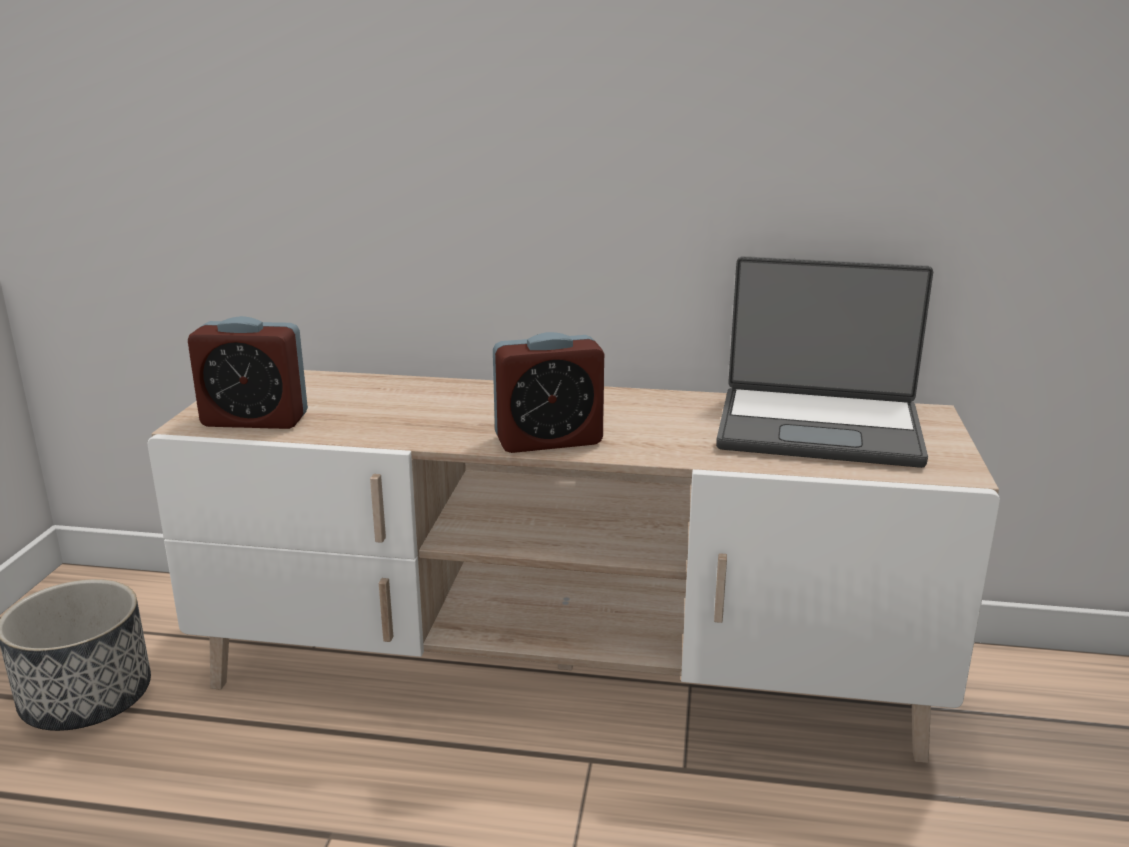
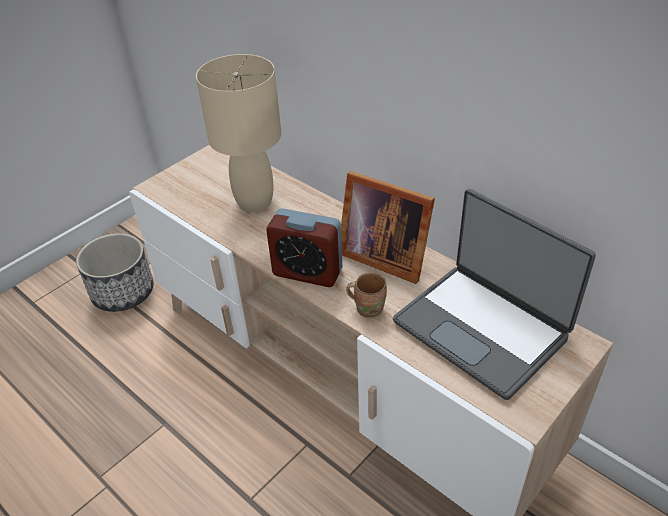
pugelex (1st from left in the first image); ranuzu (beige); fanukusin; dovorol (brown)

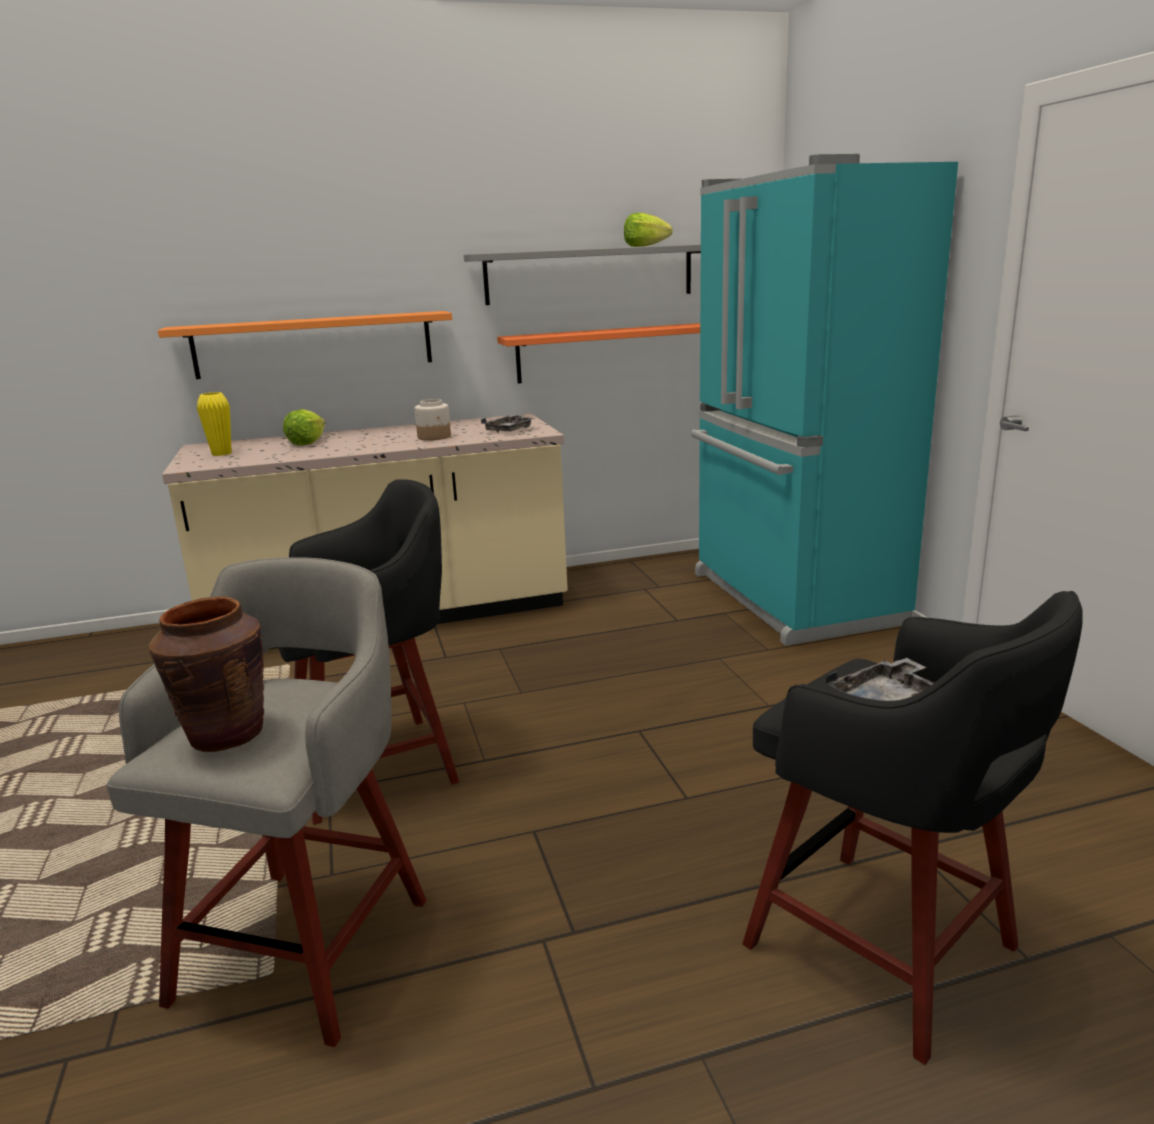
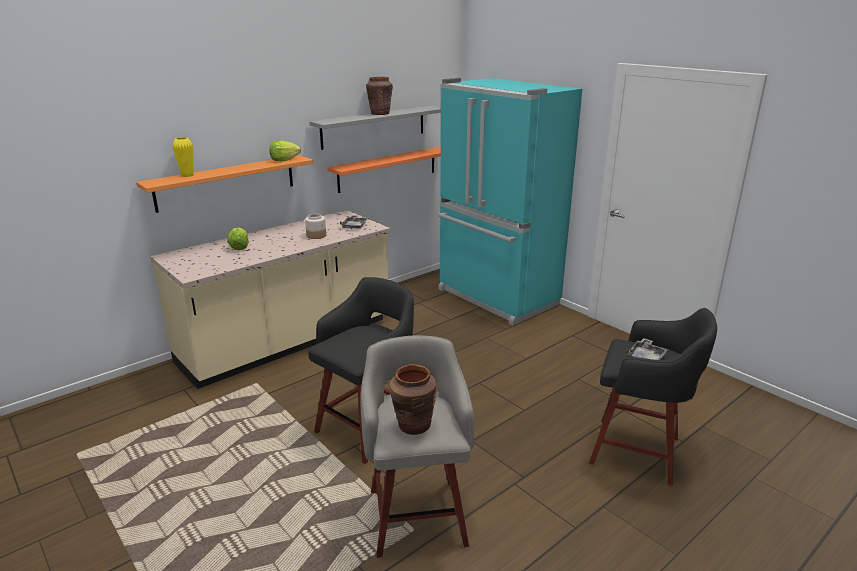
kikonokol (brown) (1st from left); kikonokol (yellow); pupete (2nd from left)

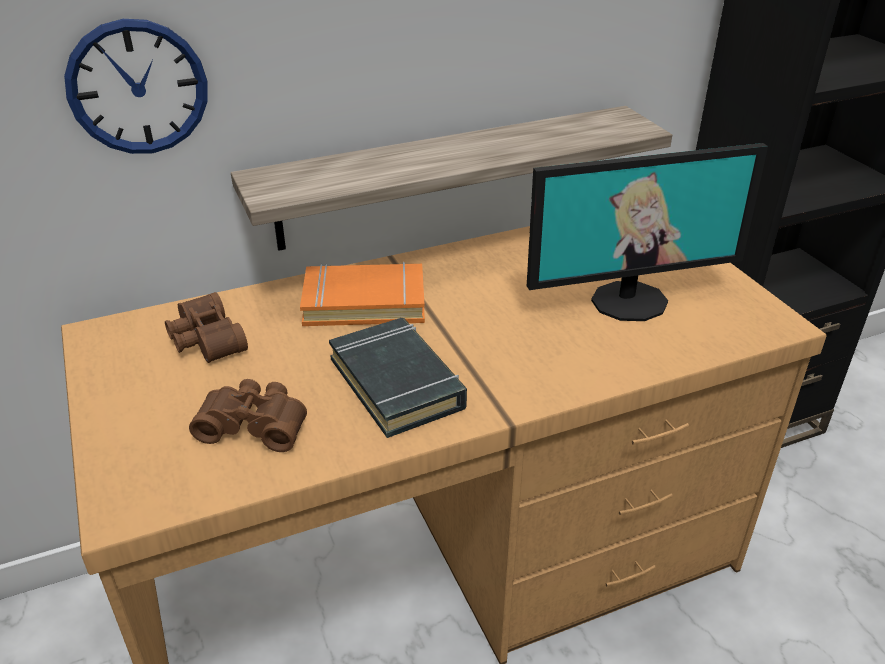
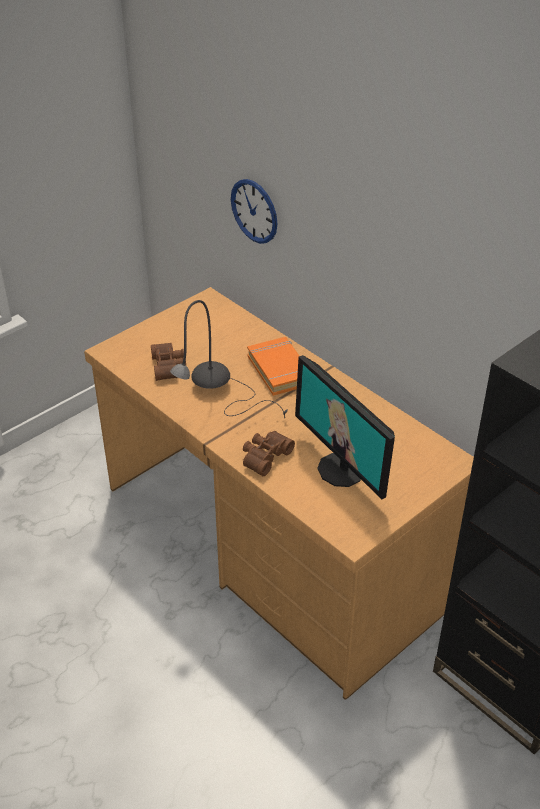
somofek; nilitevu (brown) (2nd from left); ranuzu (grey)

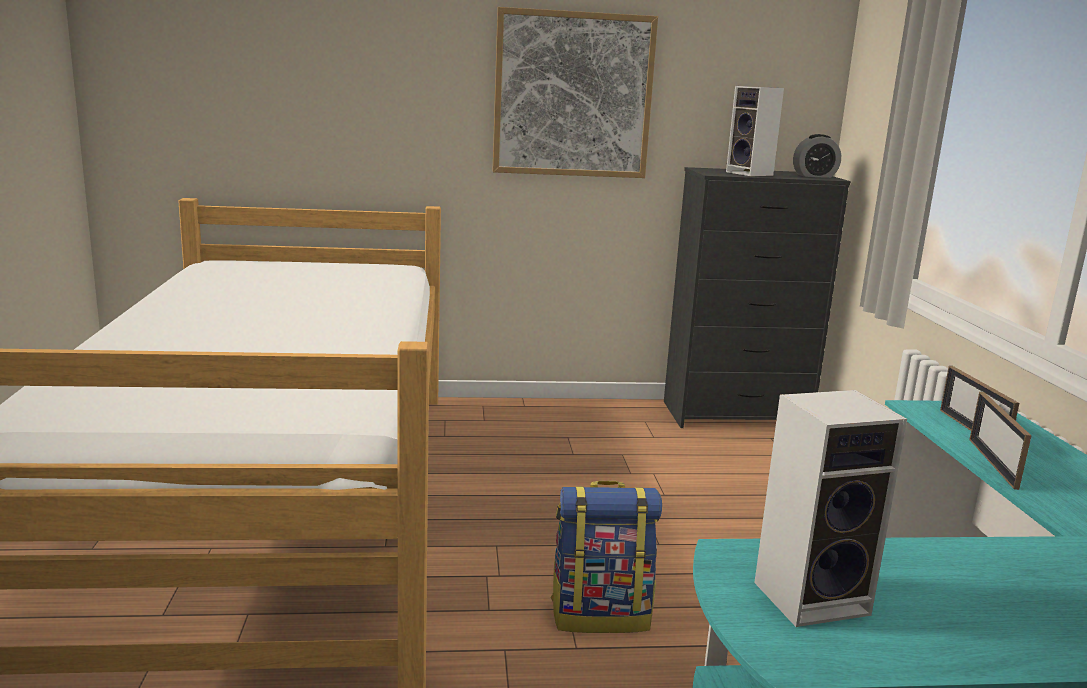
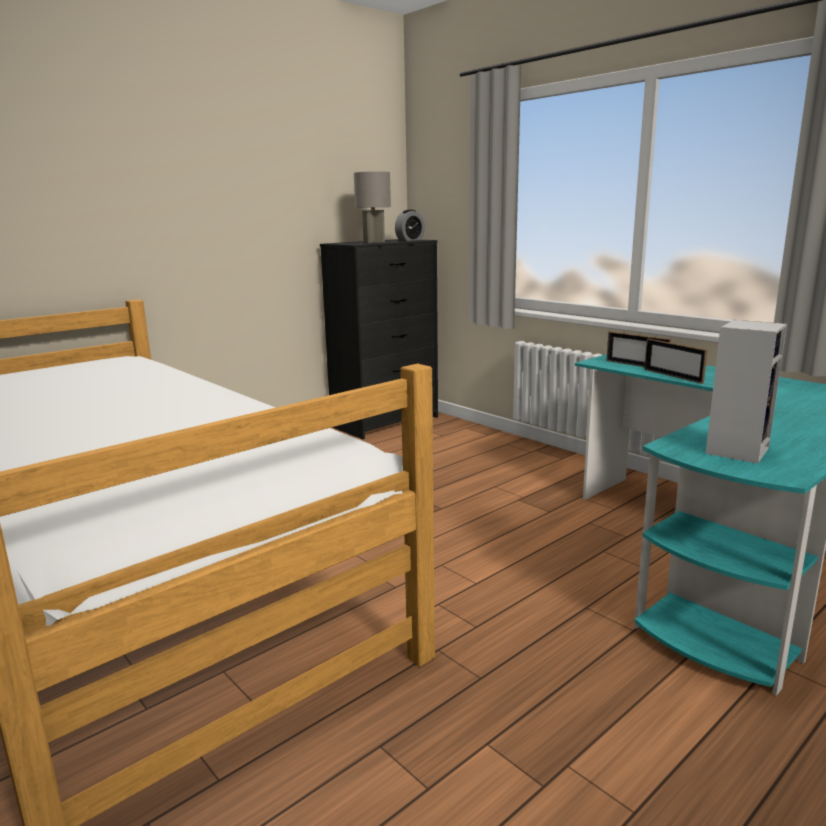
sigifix; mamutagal; ranuzu (grey)

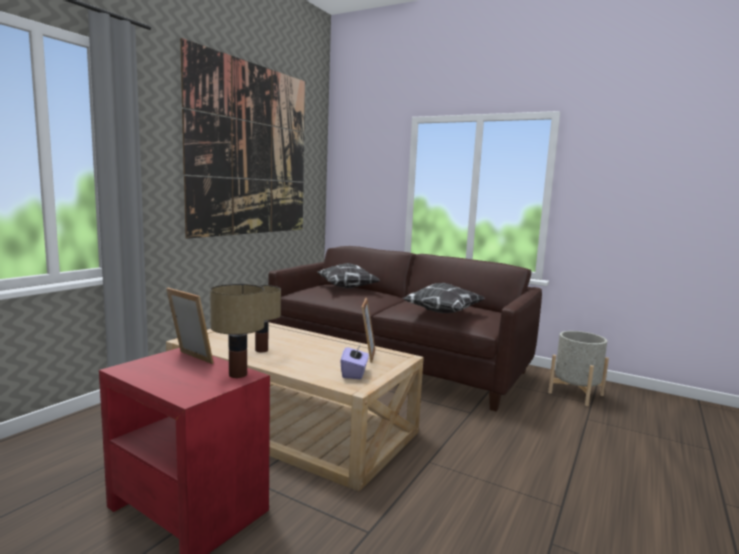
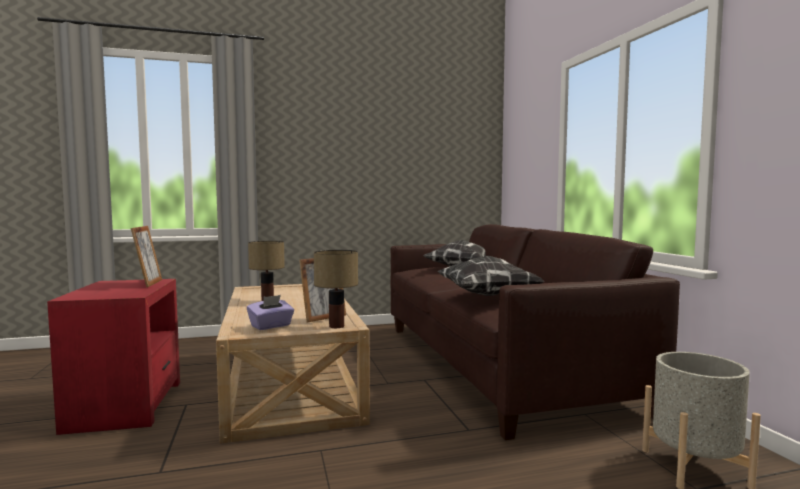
sigifix; ranuzu (2nd from left)

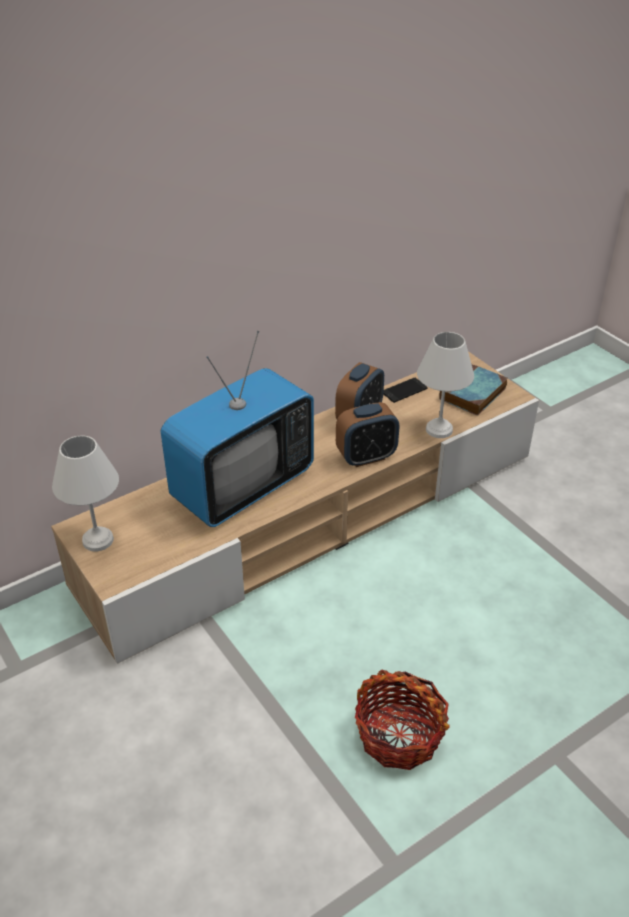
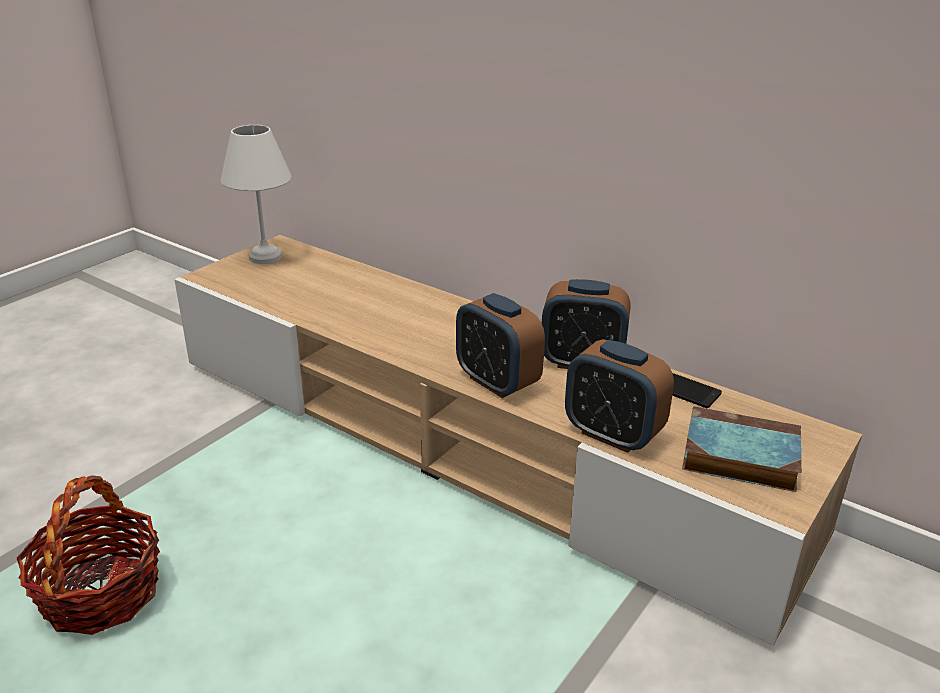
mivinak; pugelex (3rd from left)

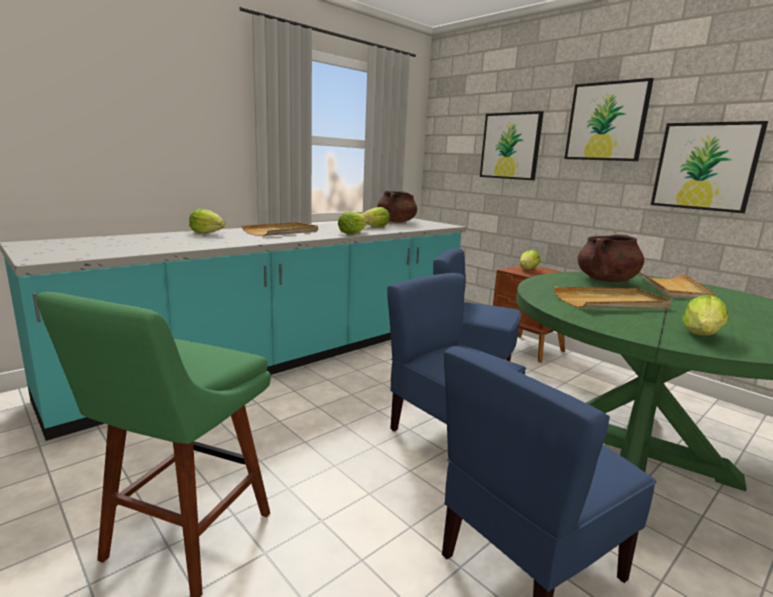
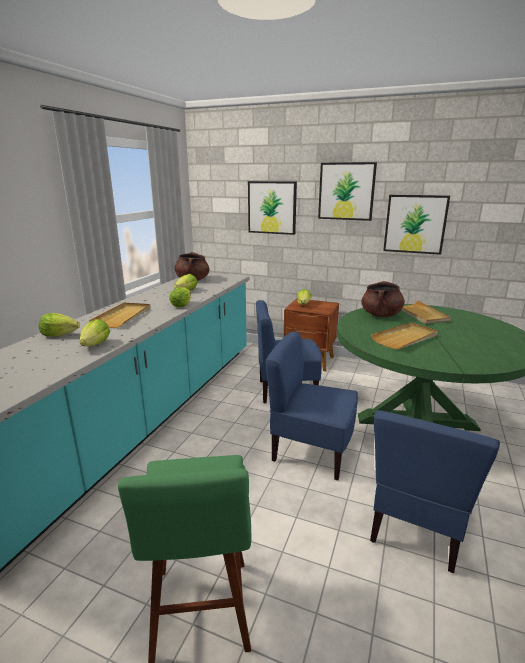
pupete (2nd from left)

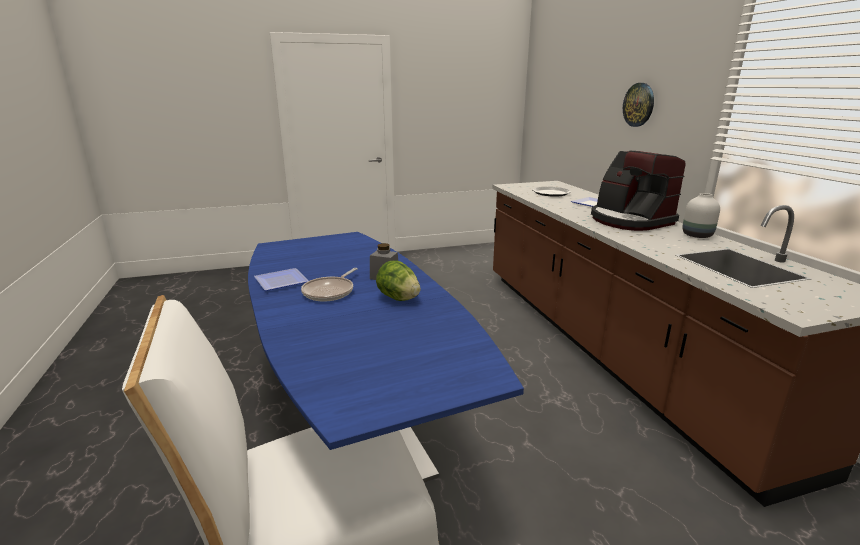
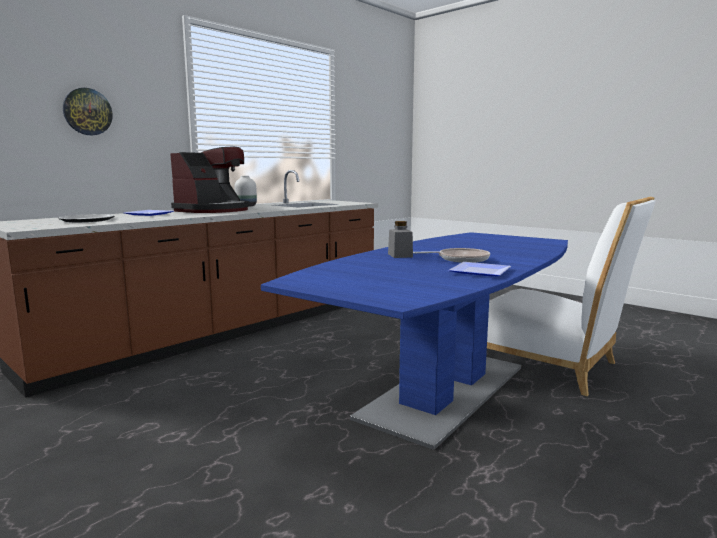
pupete

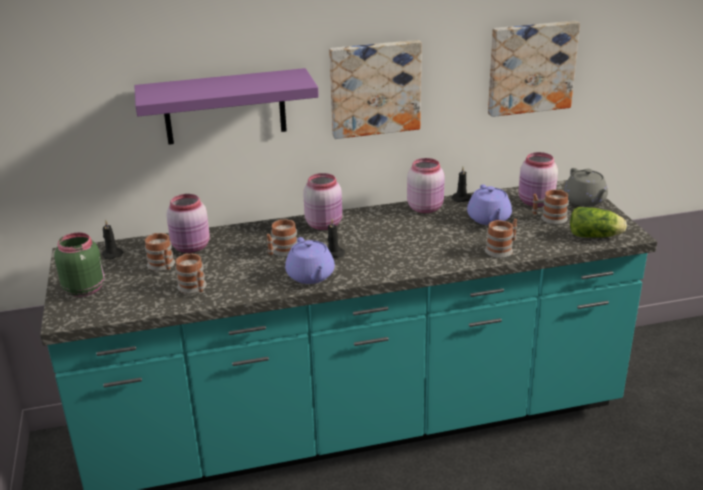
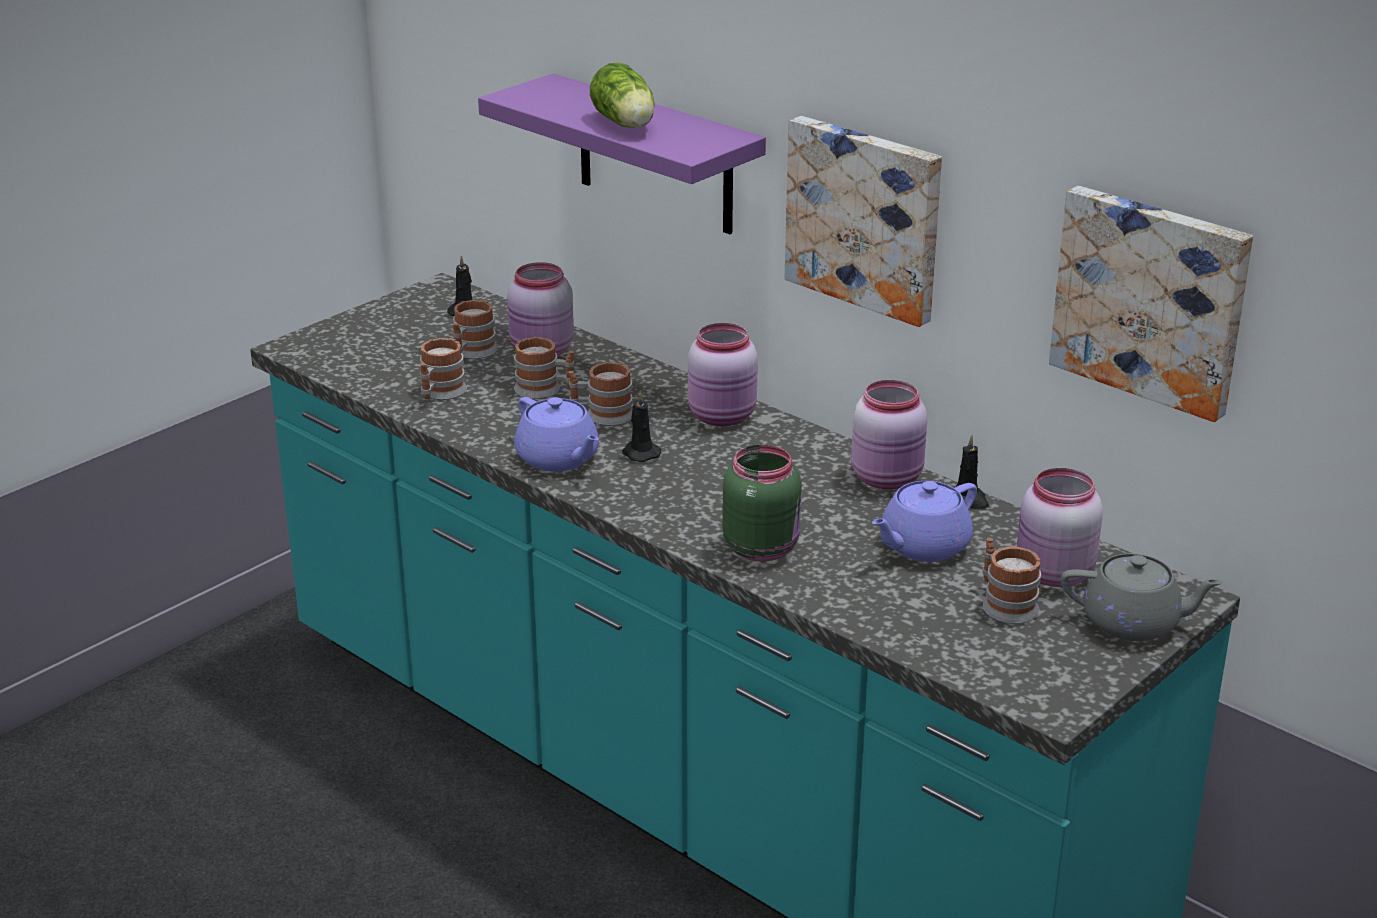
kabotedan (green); dovorol (3rd from left); pupete; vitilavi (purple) (1st from left); vitilavi (grey)

